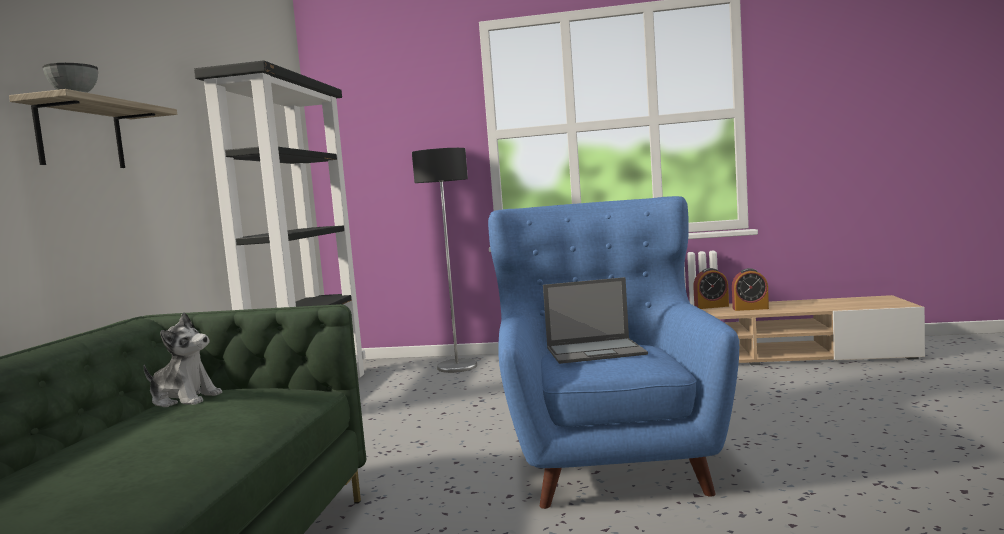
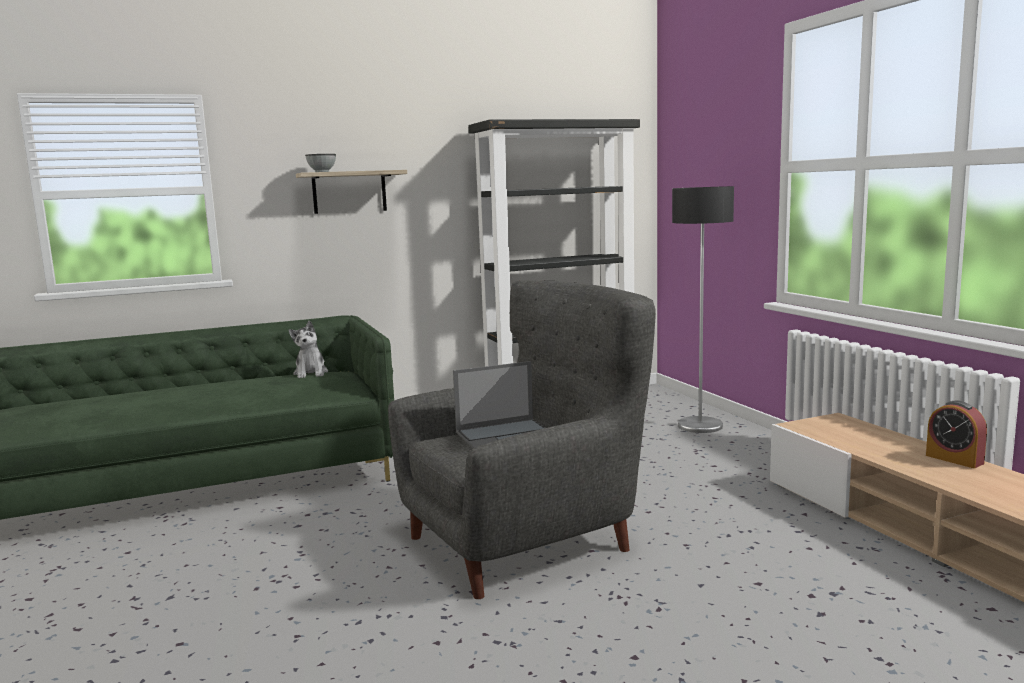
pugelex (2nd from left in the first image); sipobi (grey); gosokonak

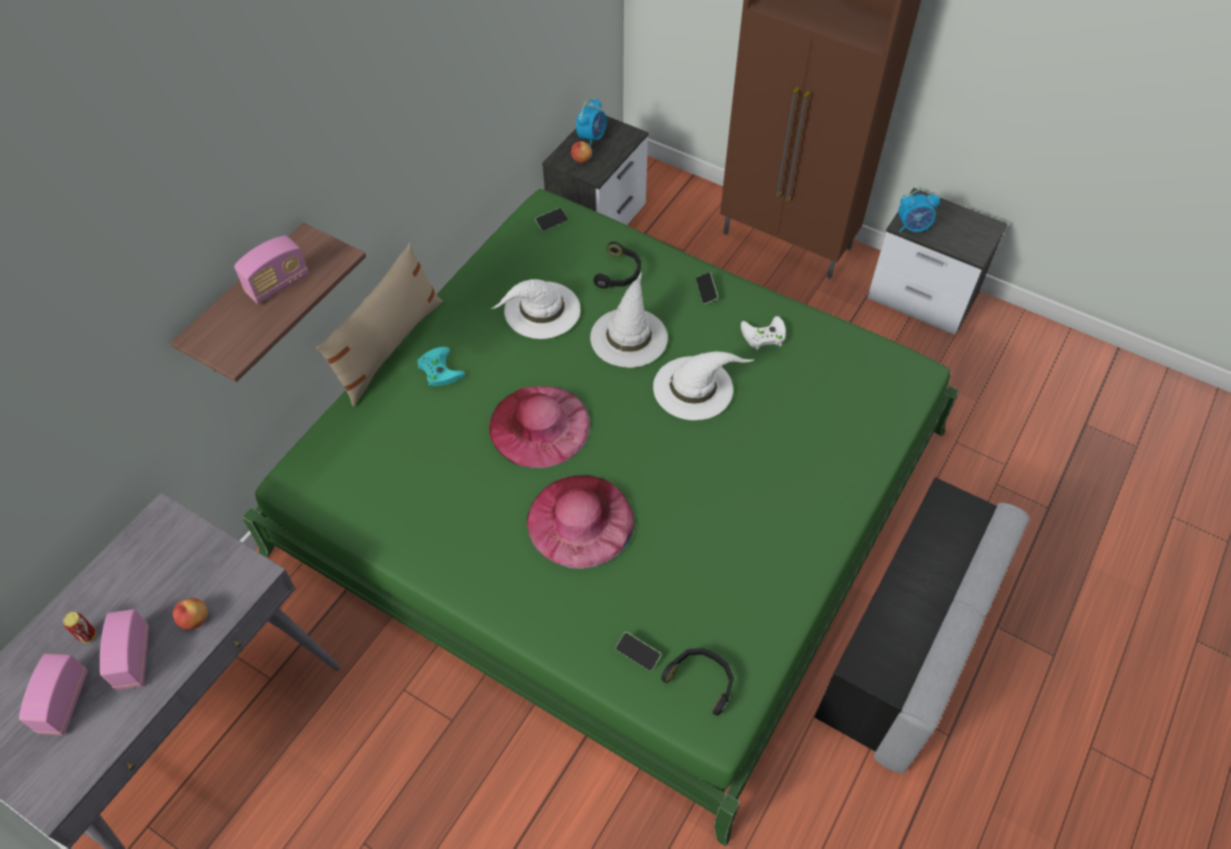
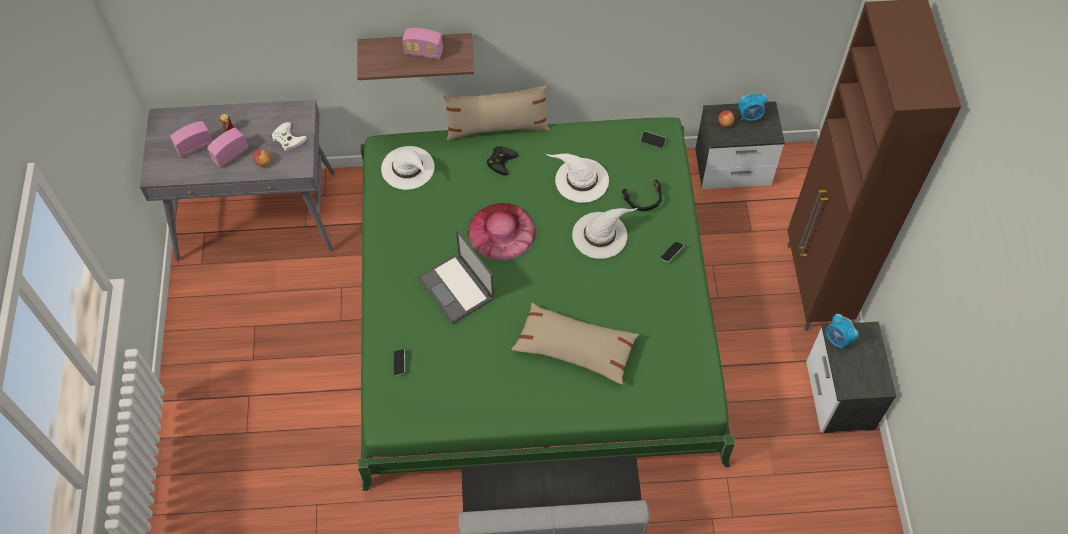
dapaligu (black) (2nd from left in the first image); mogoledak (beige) (2nd from left); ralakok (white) (1st from left); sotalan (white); gosokonak; sotalan (black)

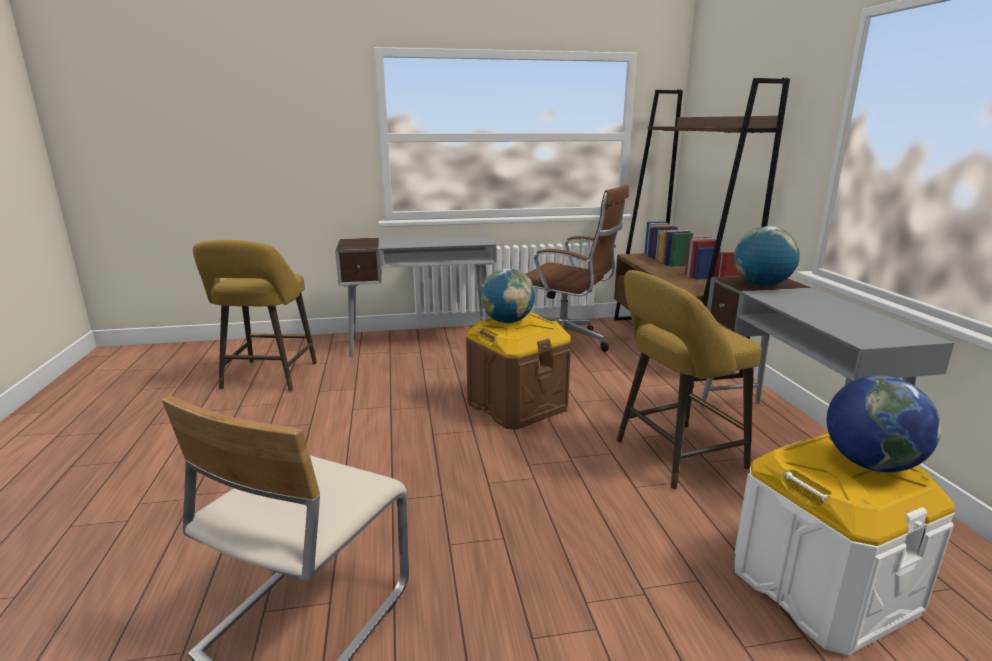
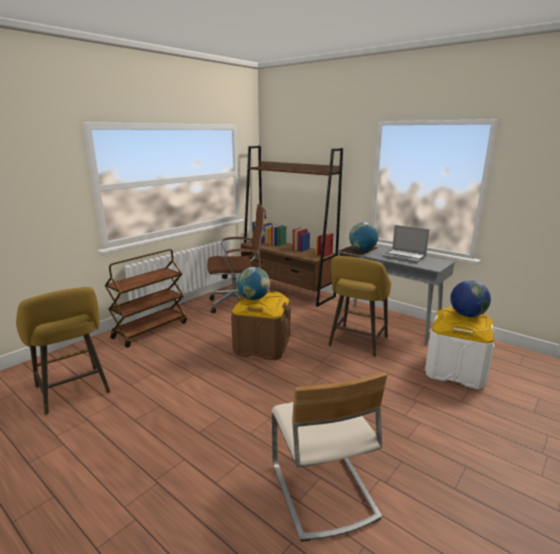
gosokonak; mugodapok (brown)

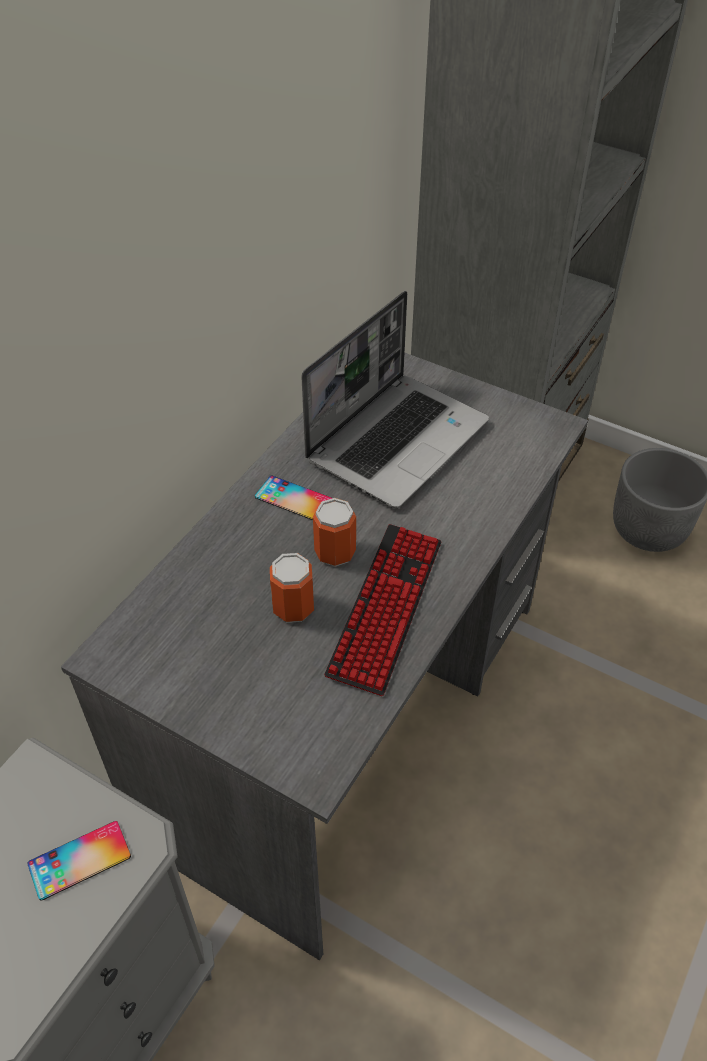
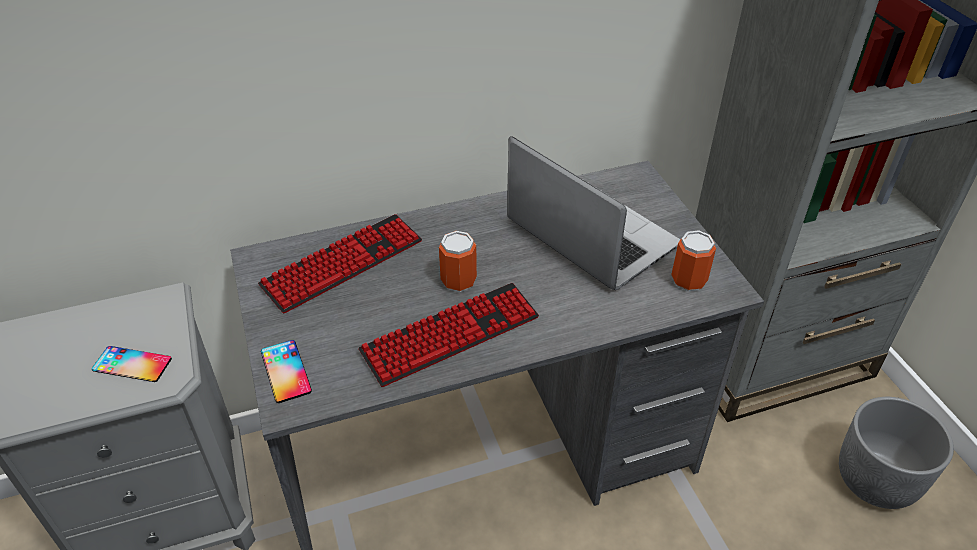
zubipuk (1st from left); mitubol (2nd from left); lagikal (2nd from left); gosokonak

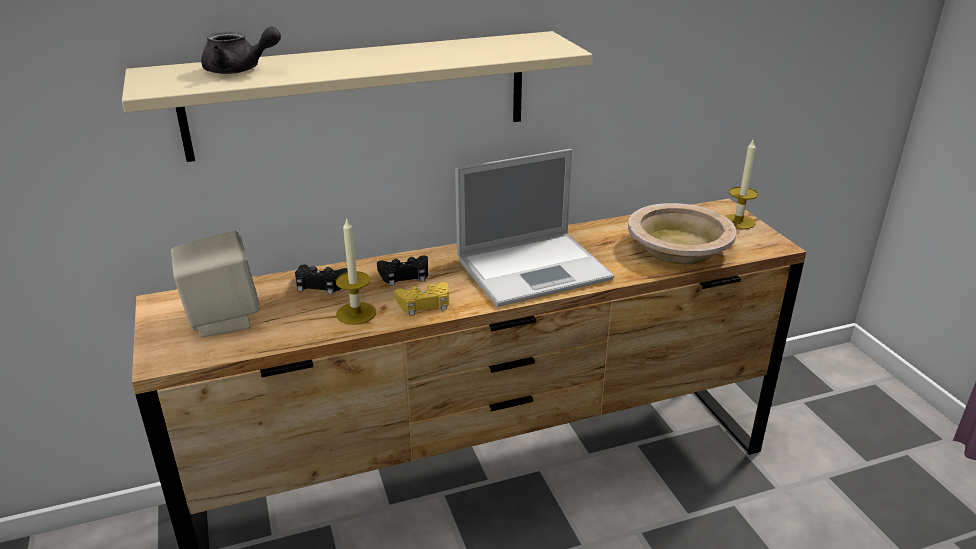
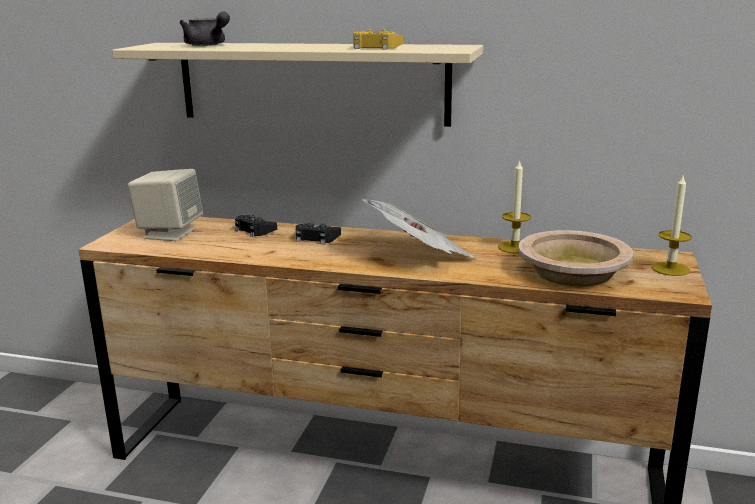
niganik (1st from left); sotalan (yellow); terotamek

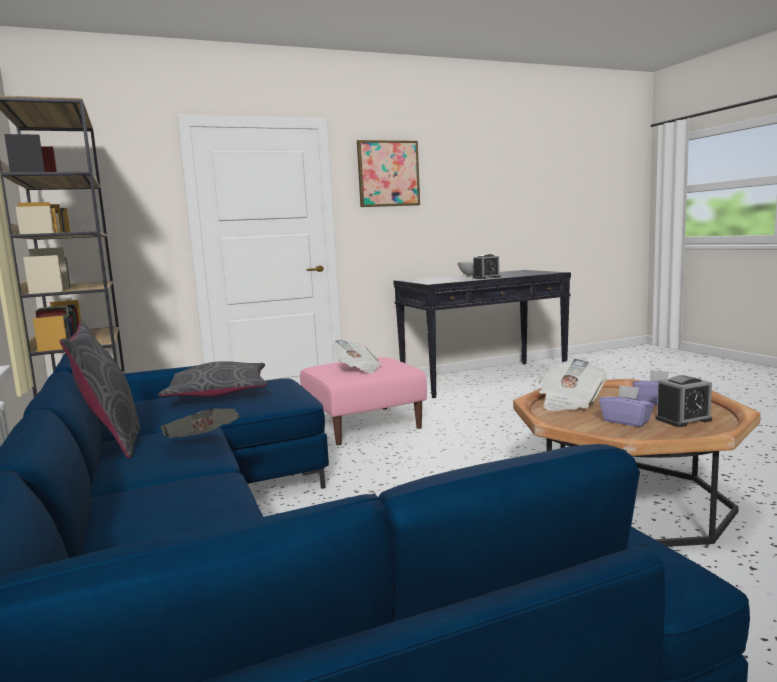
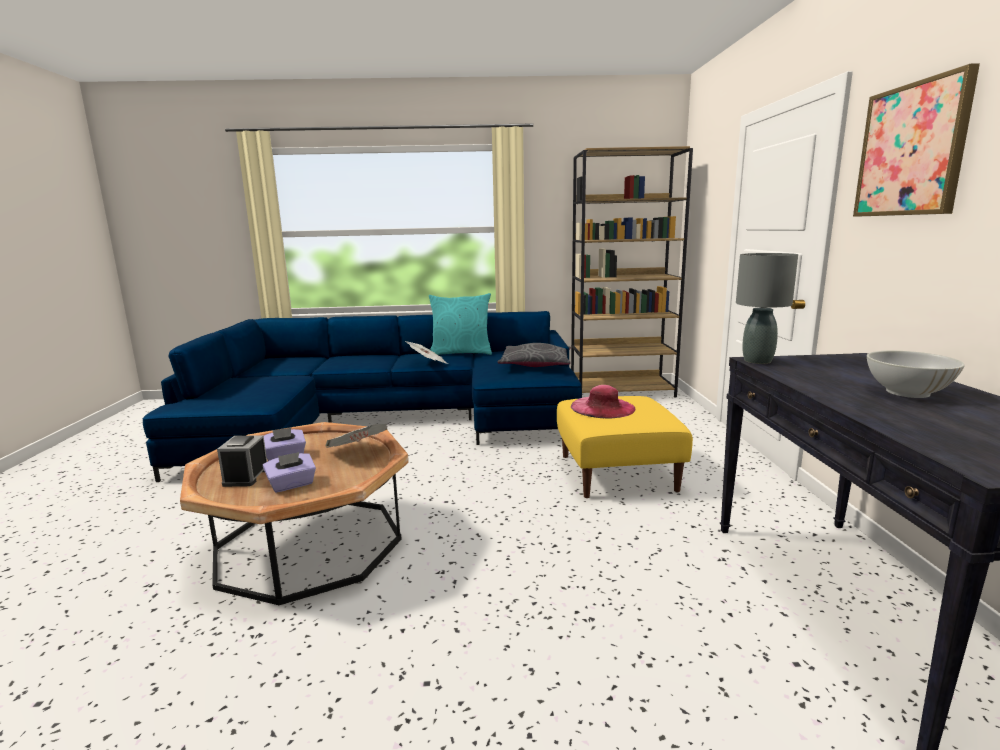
pugelex (1st from left in the first image); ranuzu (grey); ralakok (pink); mogoledak (turquoise); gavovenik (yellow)

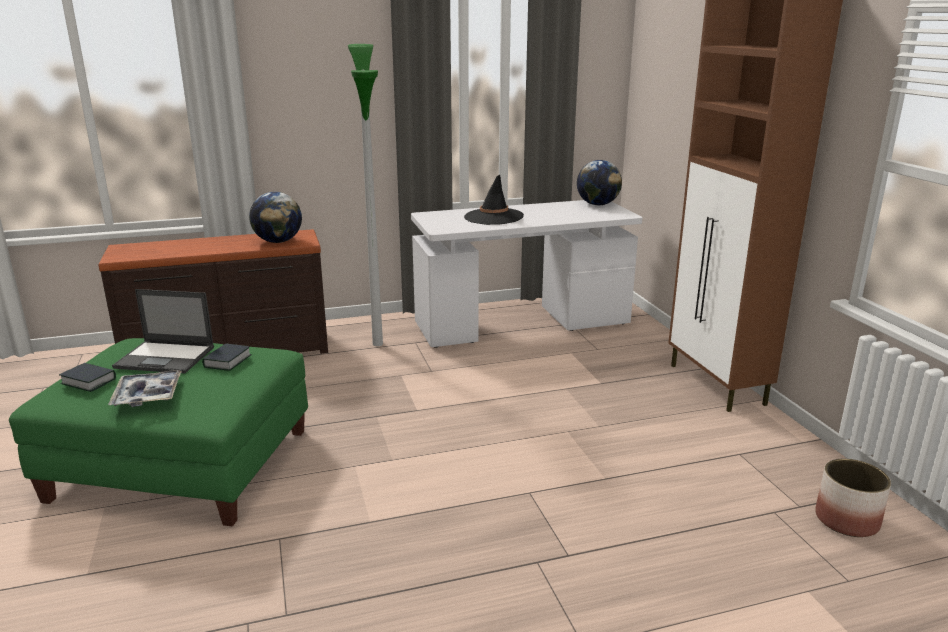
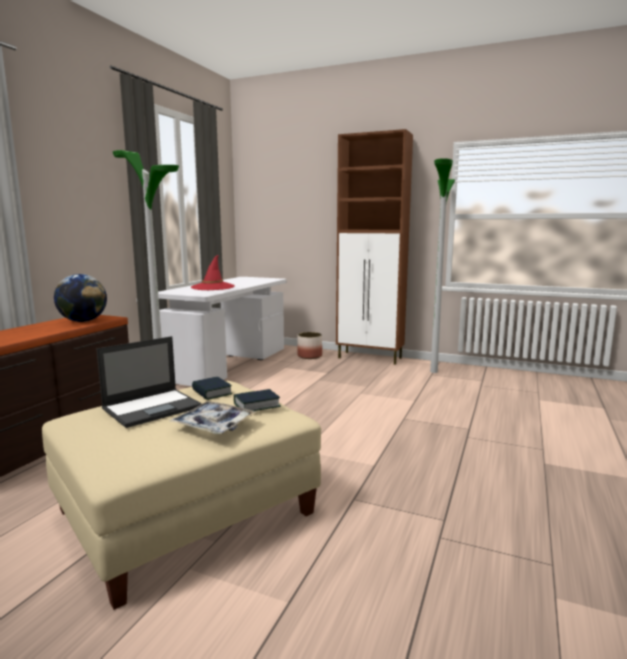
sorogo (2nd from left in the first image); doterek (2nd from left); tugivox (2nd from left); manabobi; gavovenik (beige); ralakok (red)

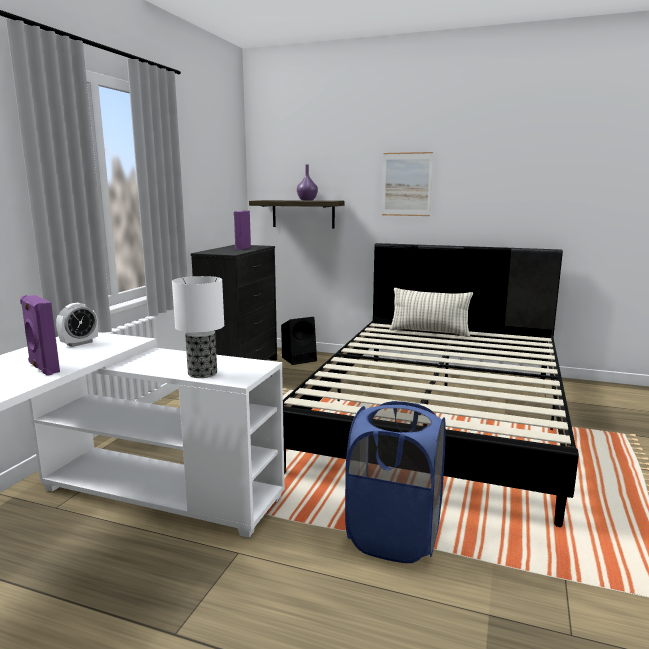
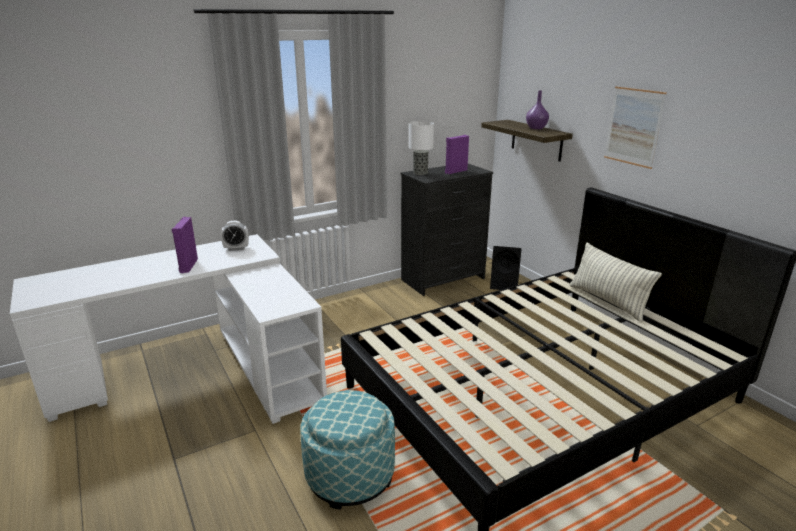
ranuzu; gavovenik

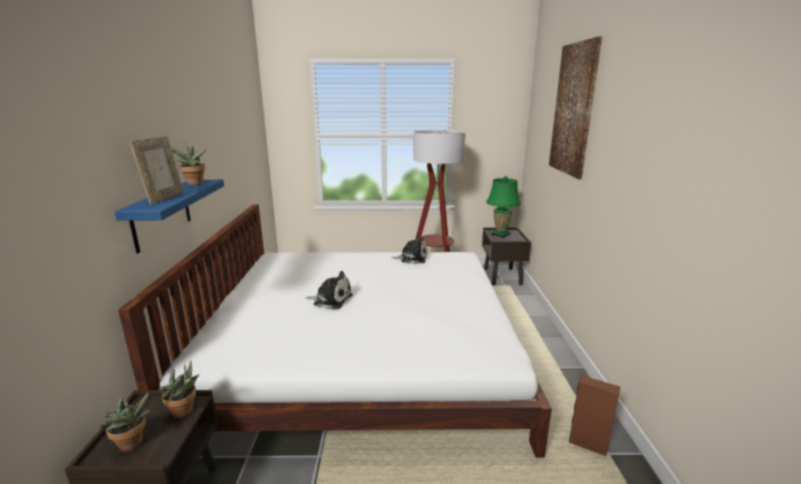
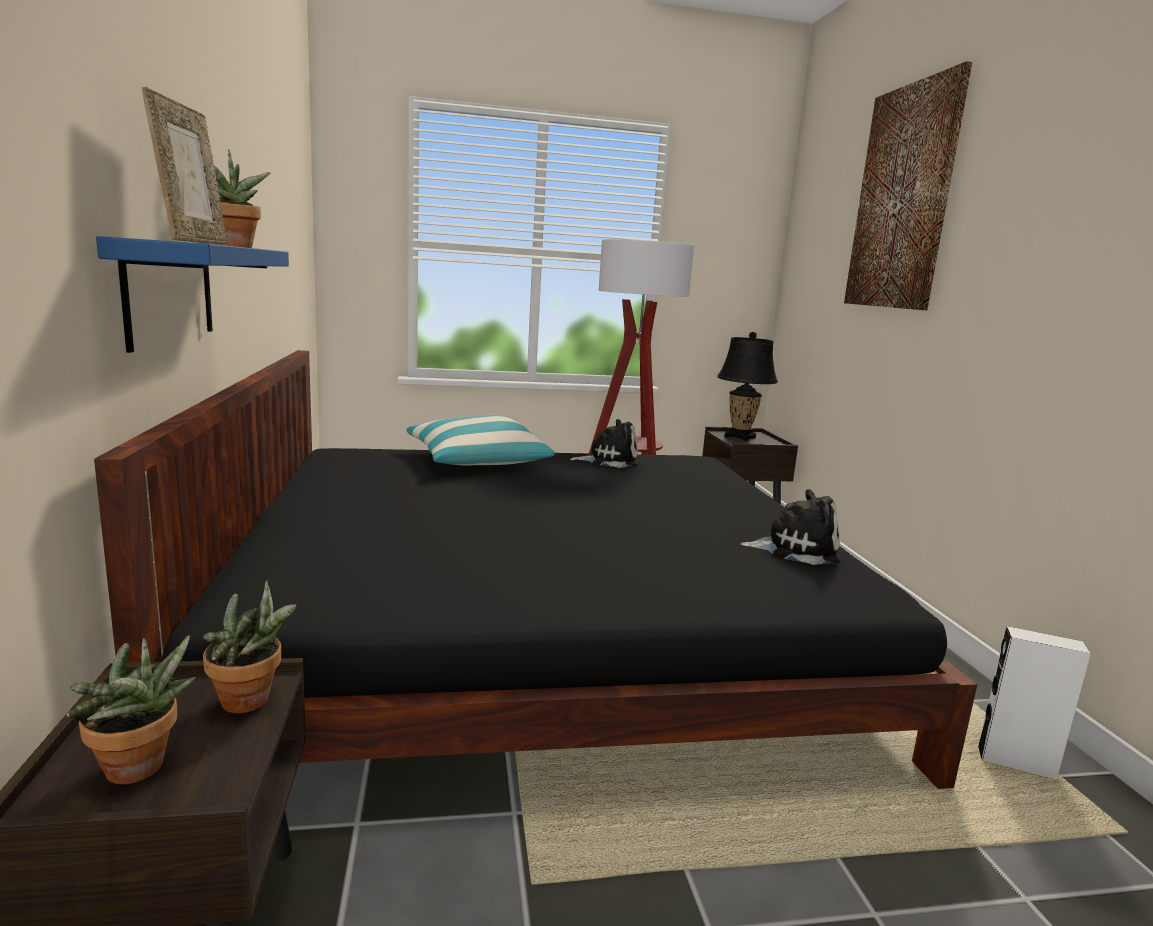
mogoledak; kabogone (2nd from left); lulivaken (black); ranuzu (black); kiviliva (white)

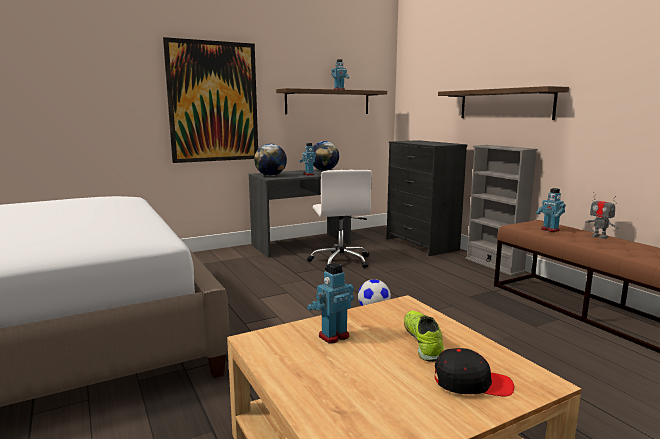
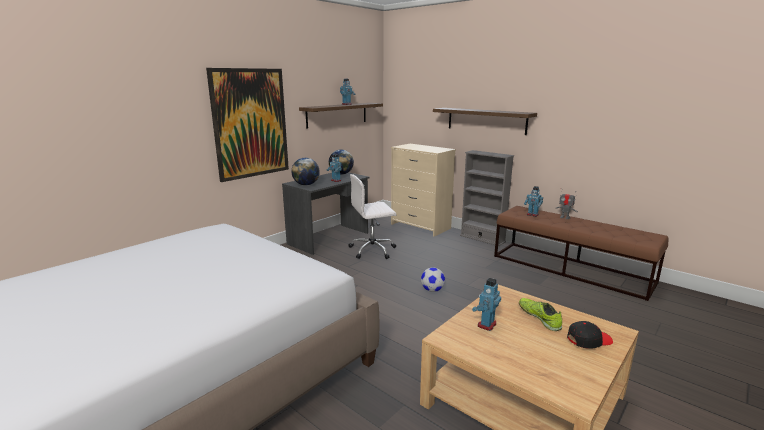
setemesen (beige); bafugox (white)

